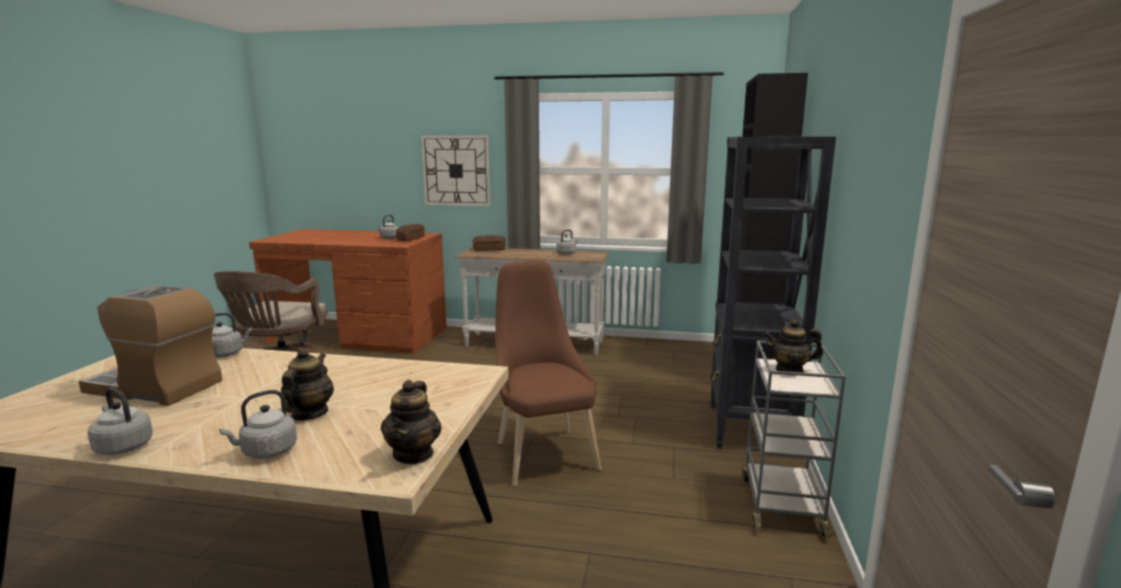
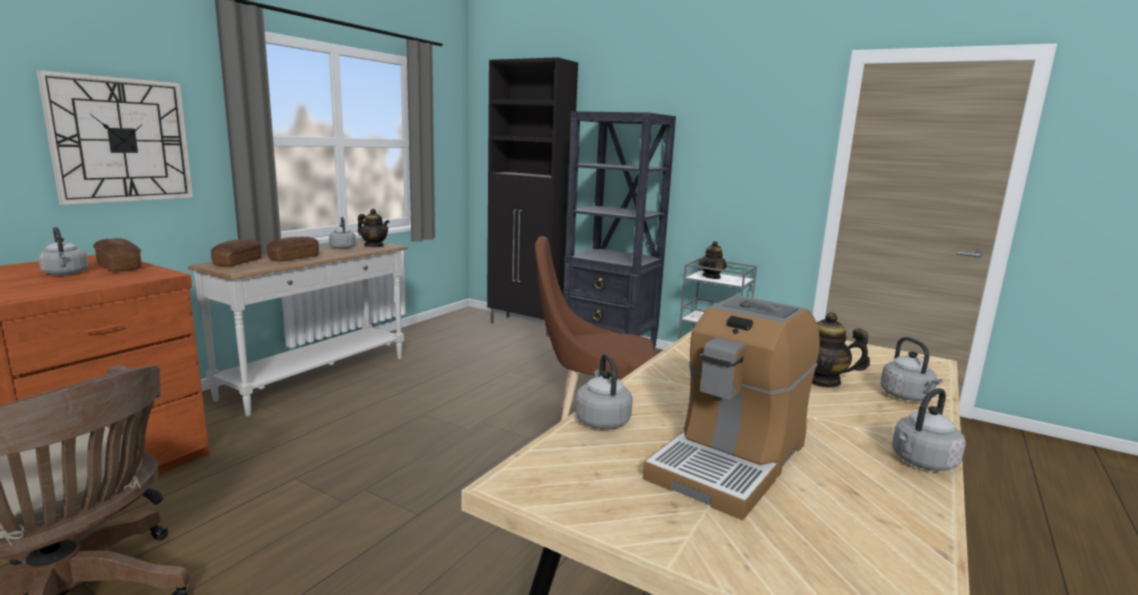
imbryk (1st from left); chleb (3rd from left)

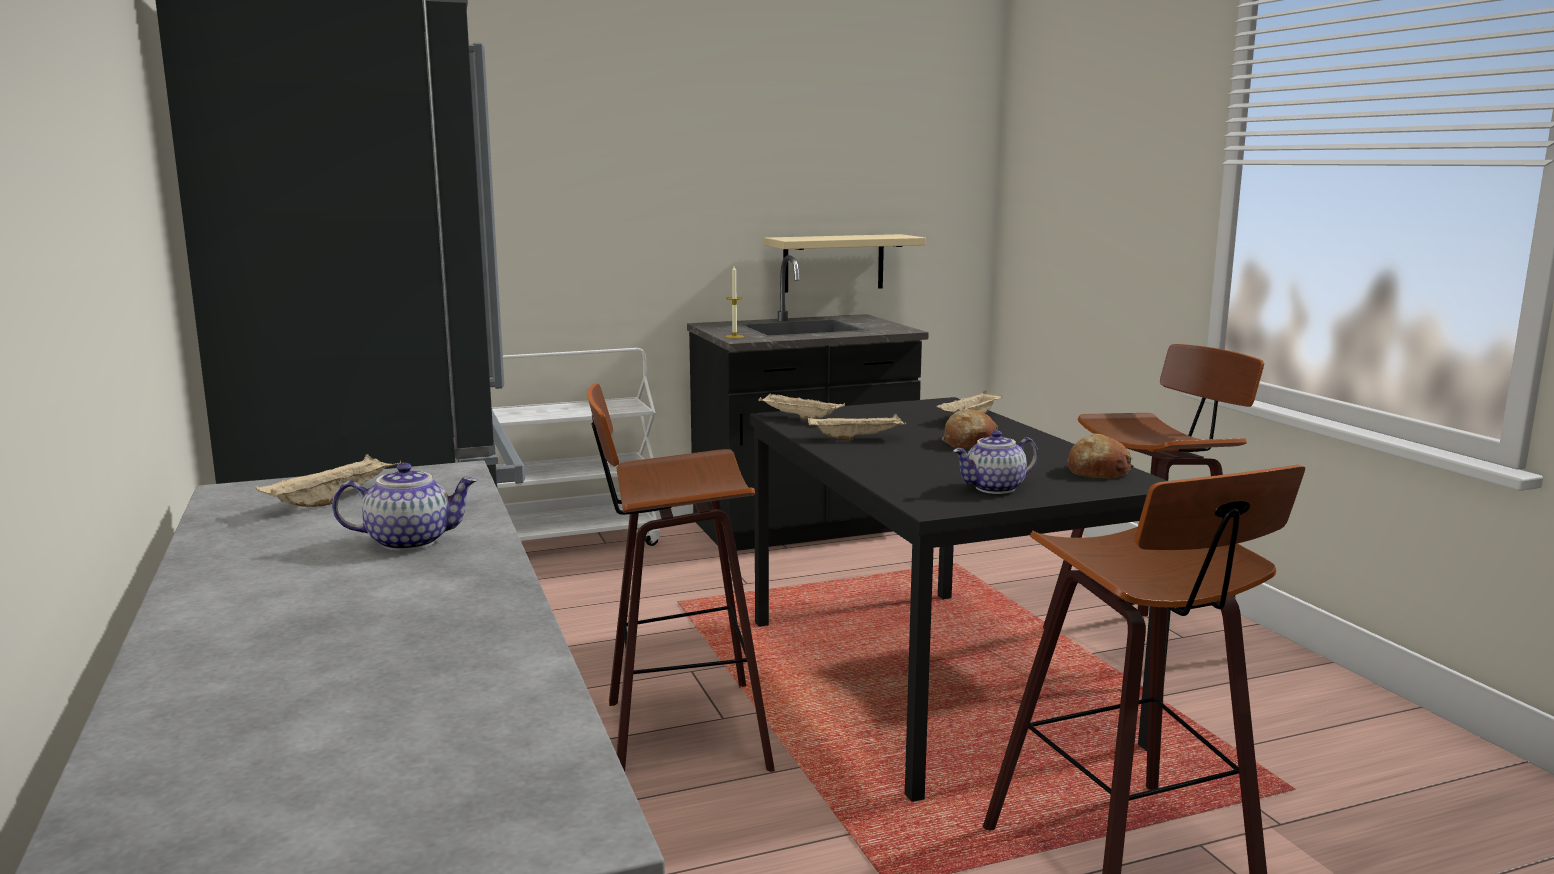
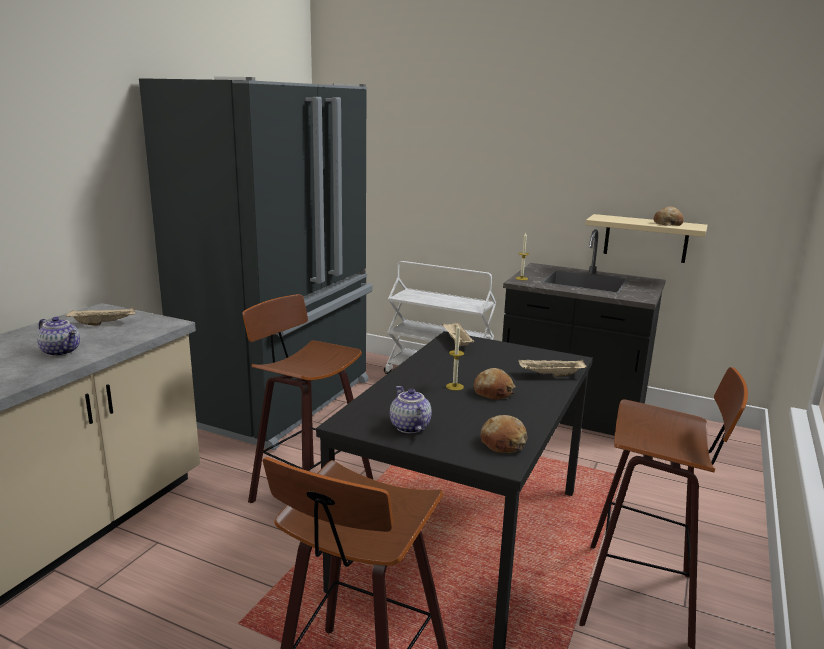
taca [beżowy] (3rd from left in the first image); imbryk (2nd from left); świeca (1st from left); chleb (3rd from left)

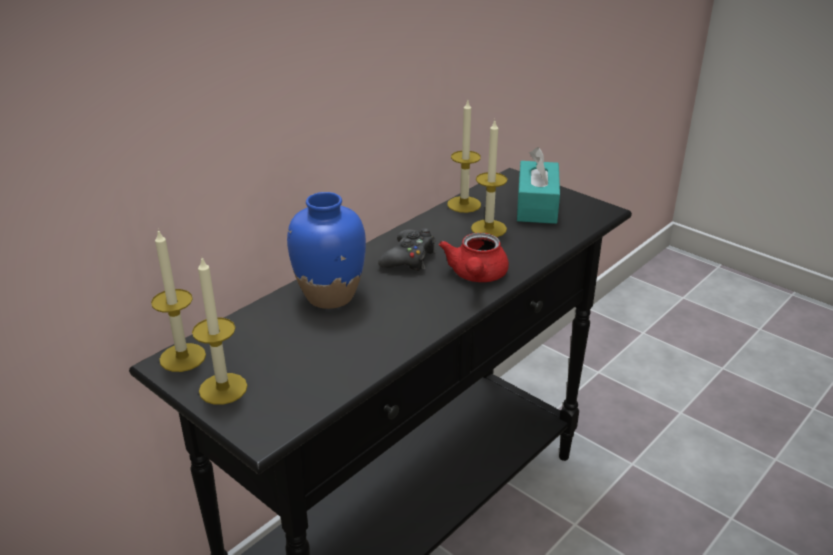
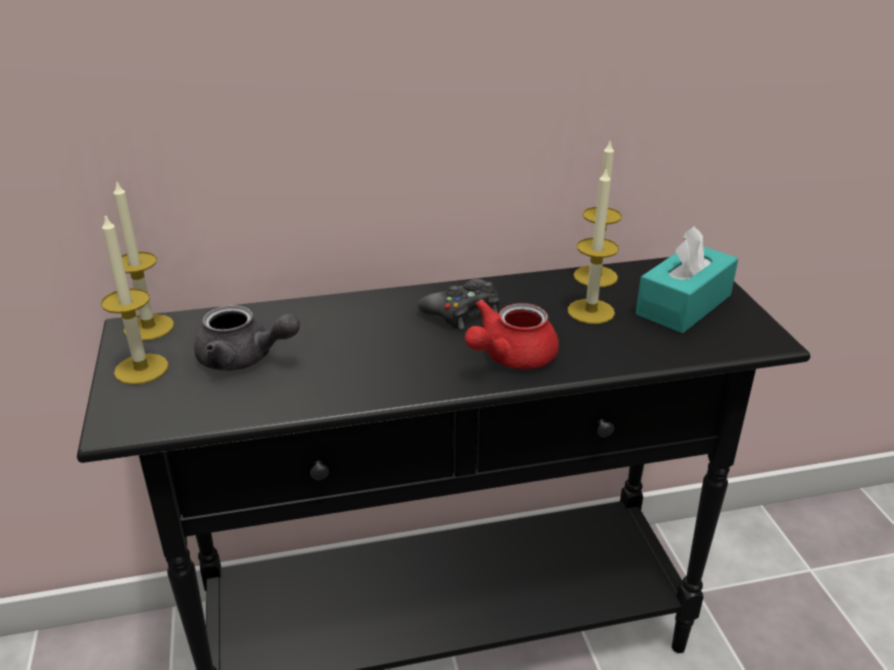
wazon [niebieski]; imbryk [szary]

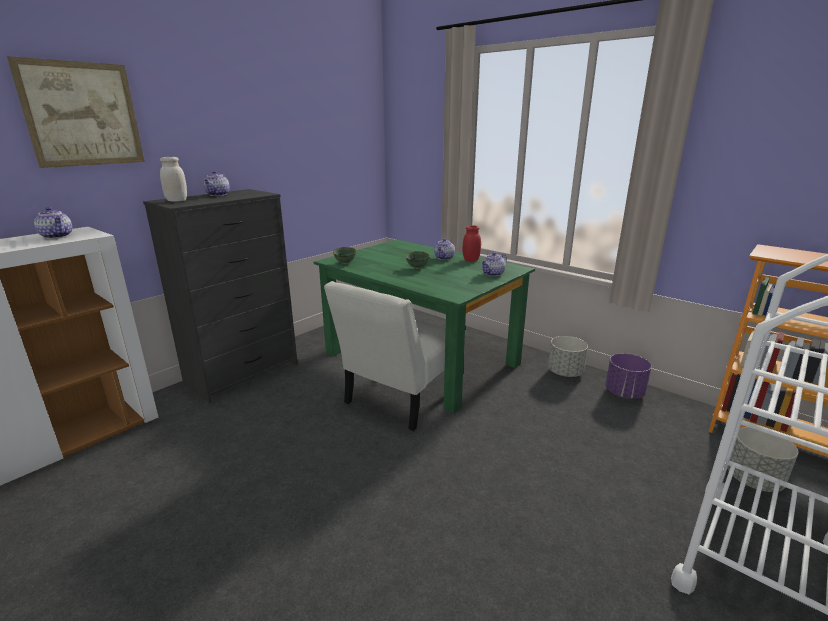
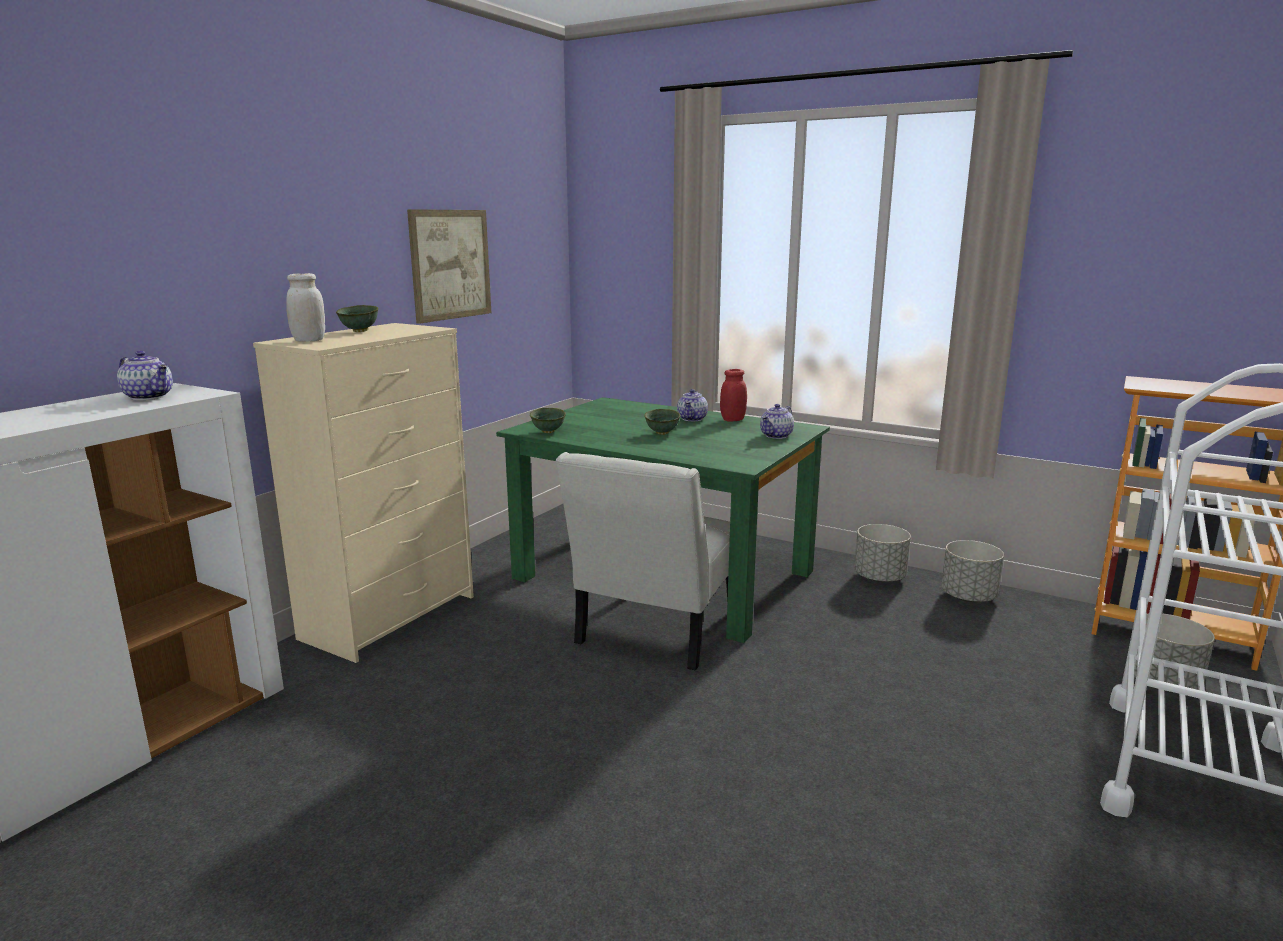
obraz; komoda [beżowy]; miska [zielony] (1st from left); donica [szary] (2nd from left)

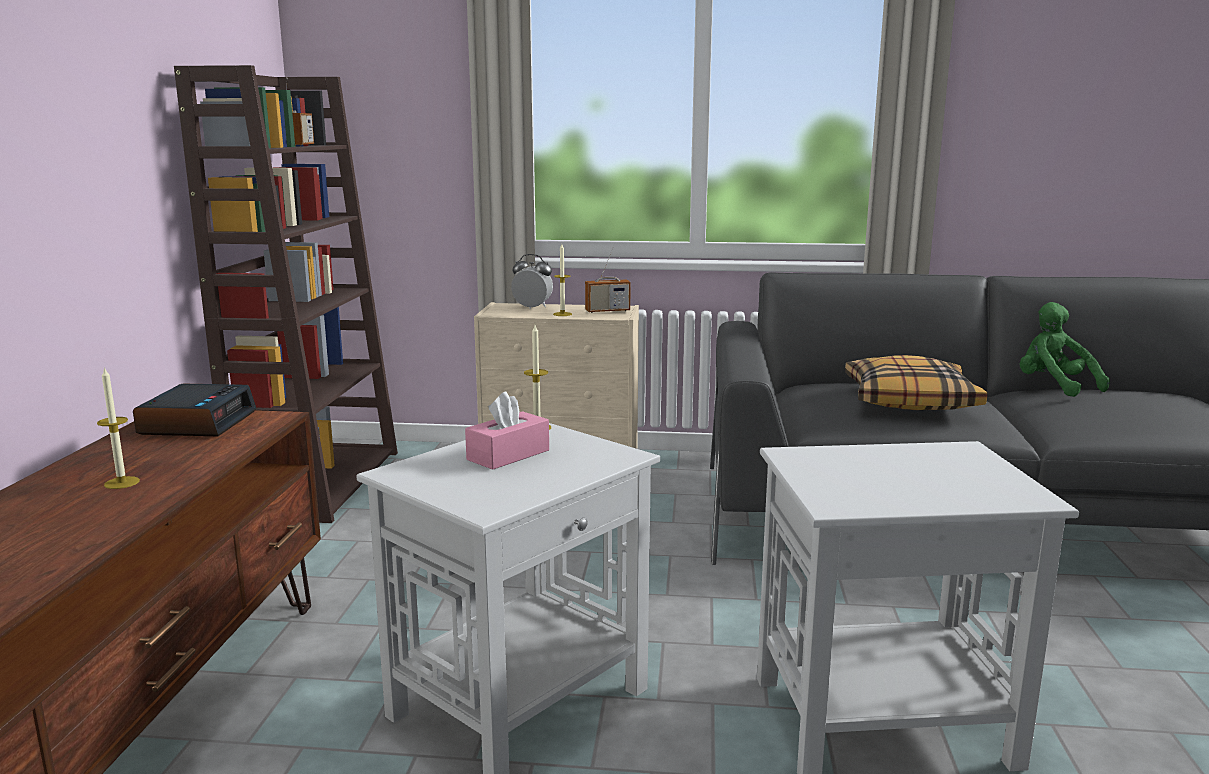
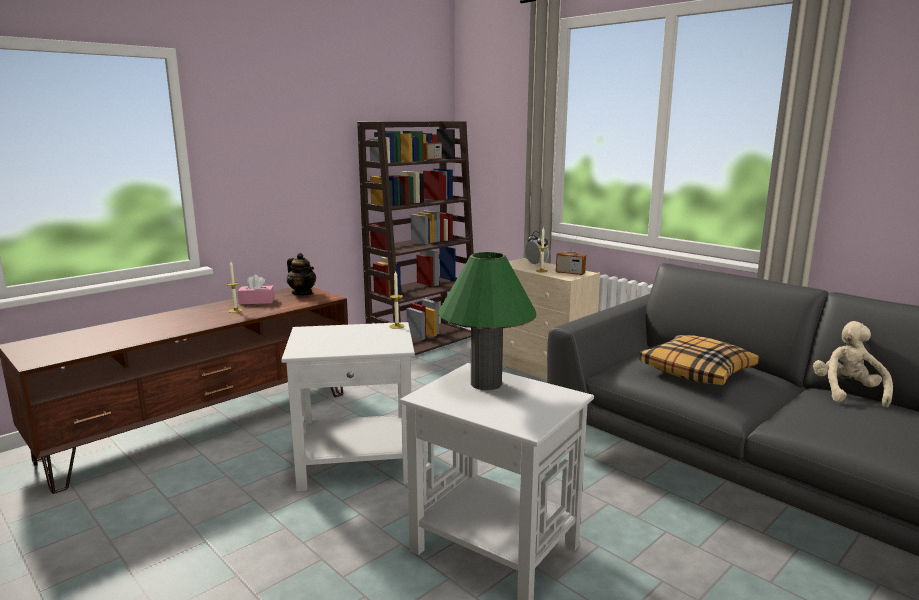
imbryk; pudełko chusteczek [różowy]; pluszak [beżowy]; lampa stołowa [zielony]

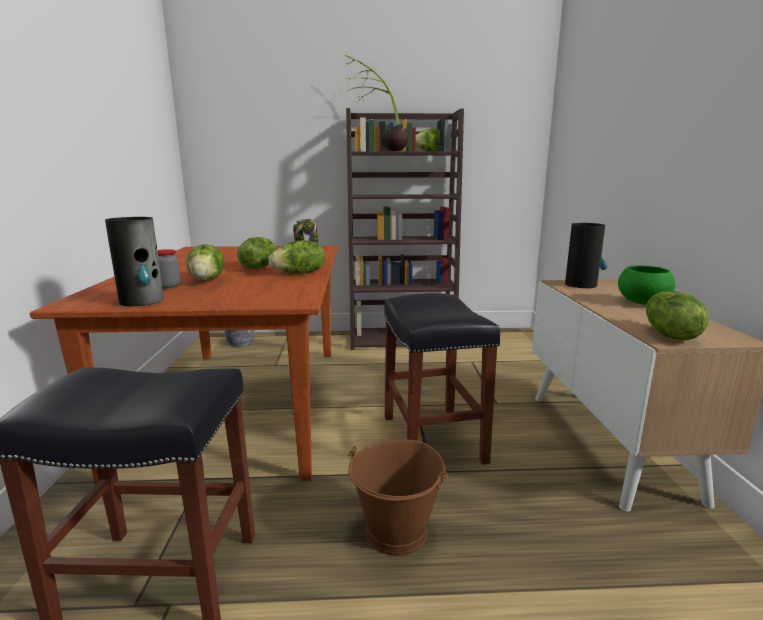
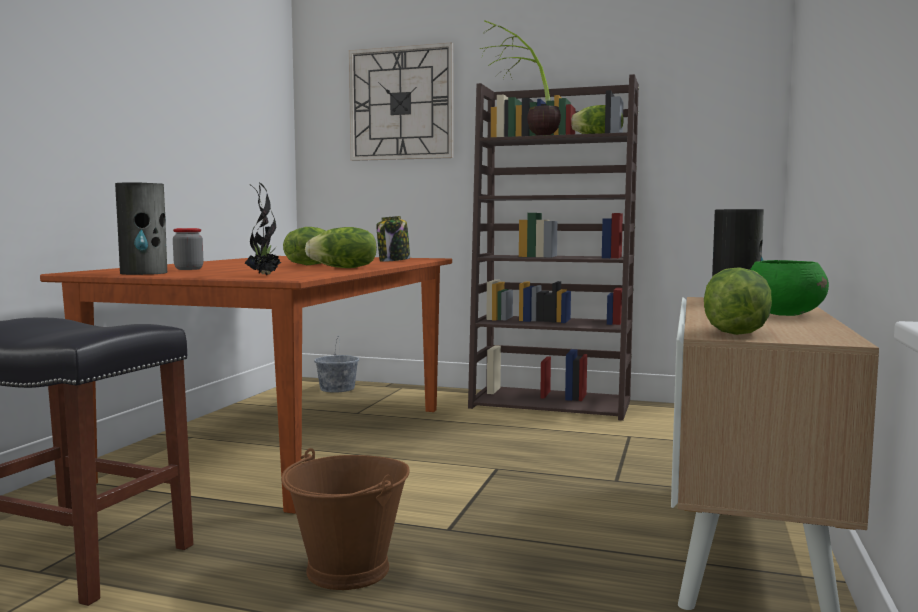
sałata (1st from left in the first image); stołek [czarny] (2nd from left in the first image); roślina doniczkowa (1st from left); zegar ścienny

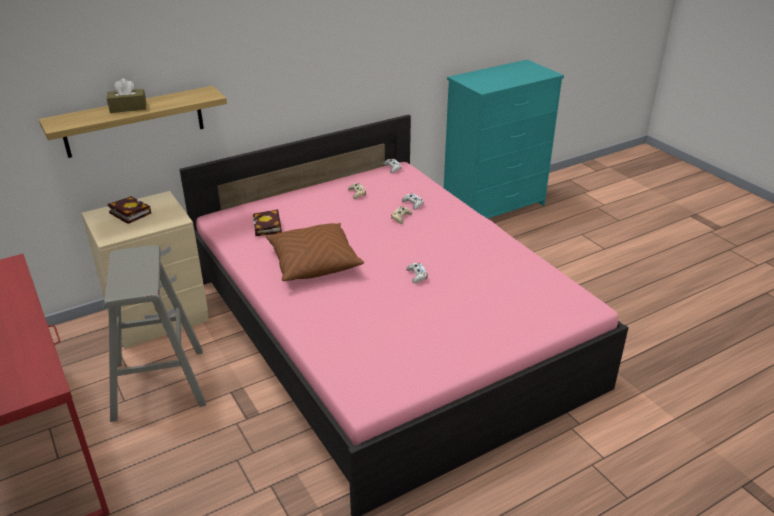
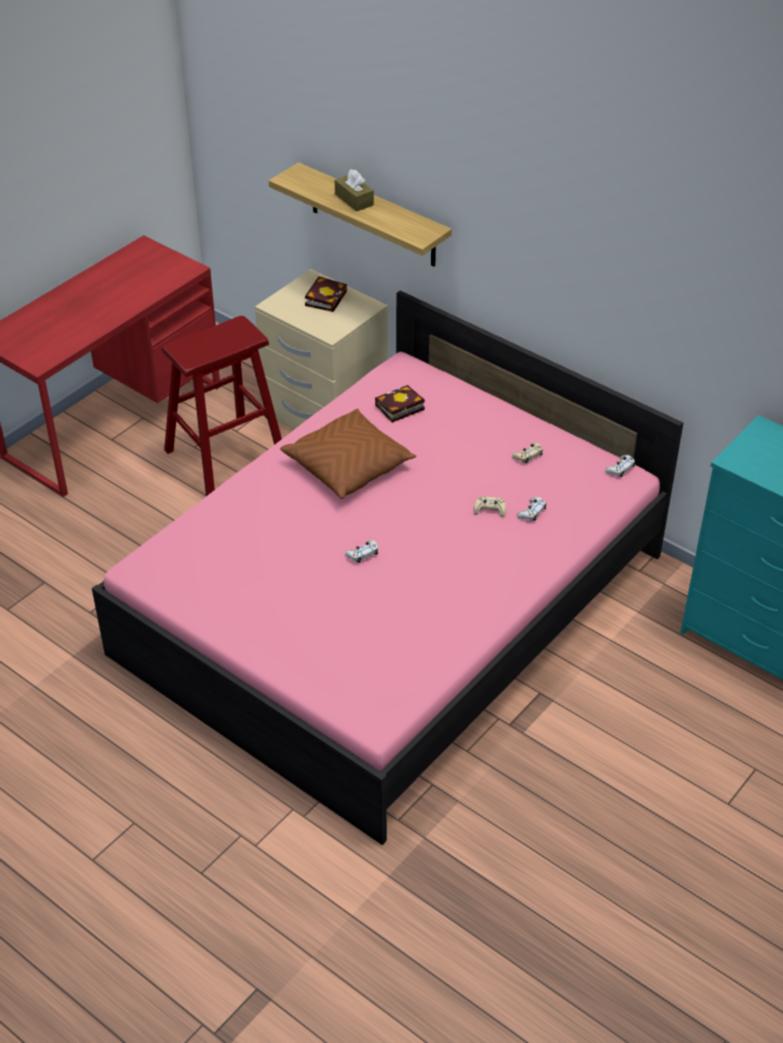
stołek [czerwony]

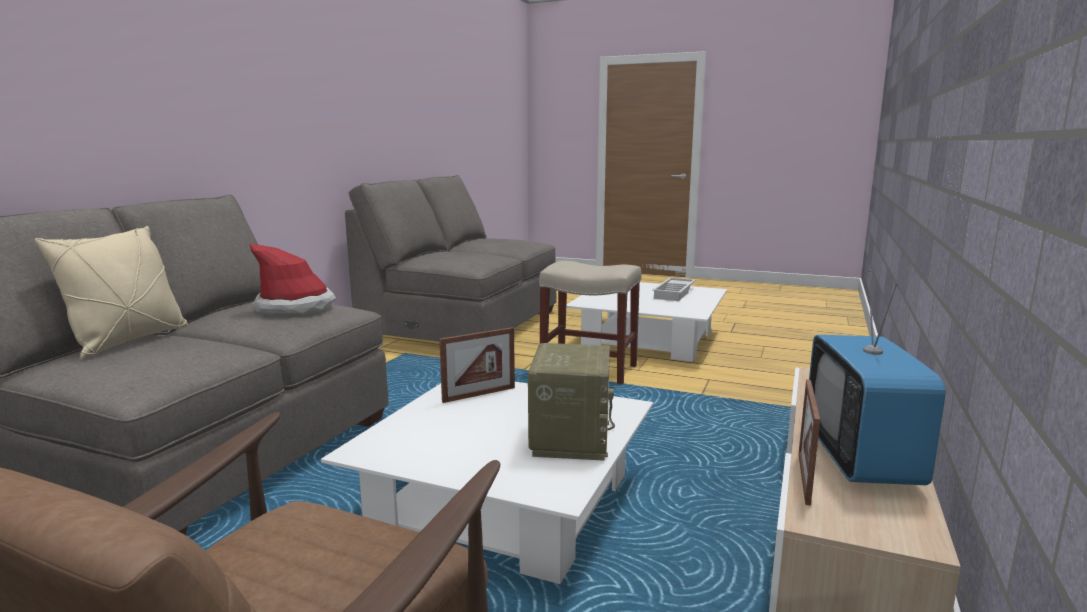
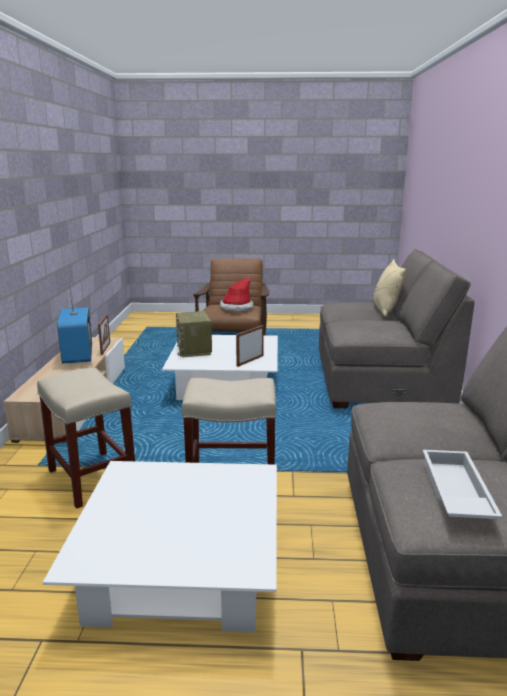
kapelusz; taca [biały]; stołek [beżowy] (1st from left)

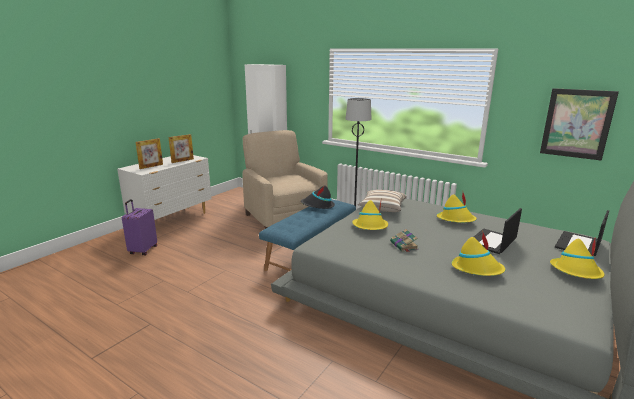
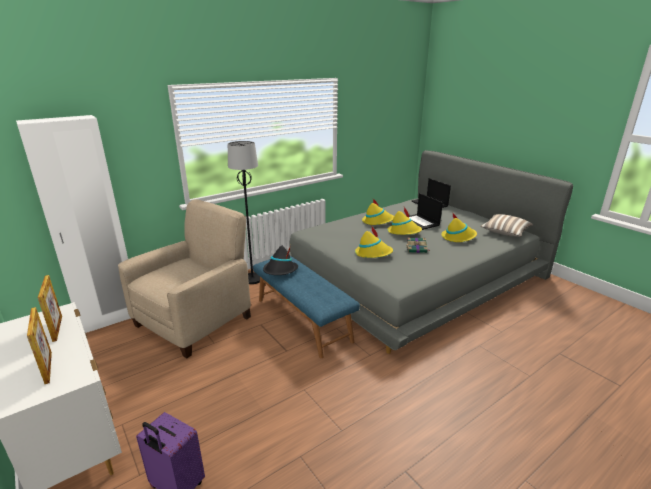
fotel [beżowy]; poduszka; obraz; kapelusz [żółty] (3rd from left)

